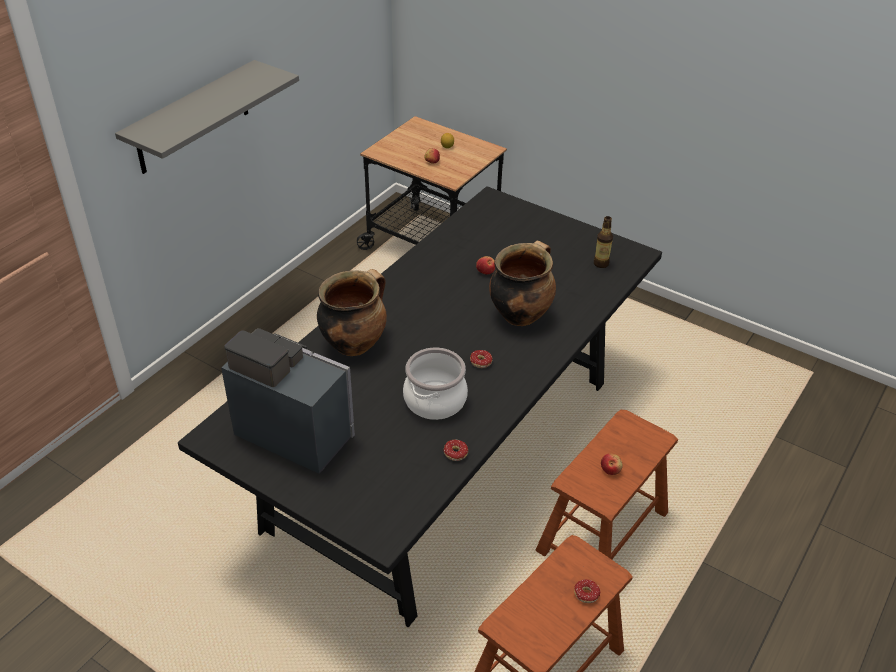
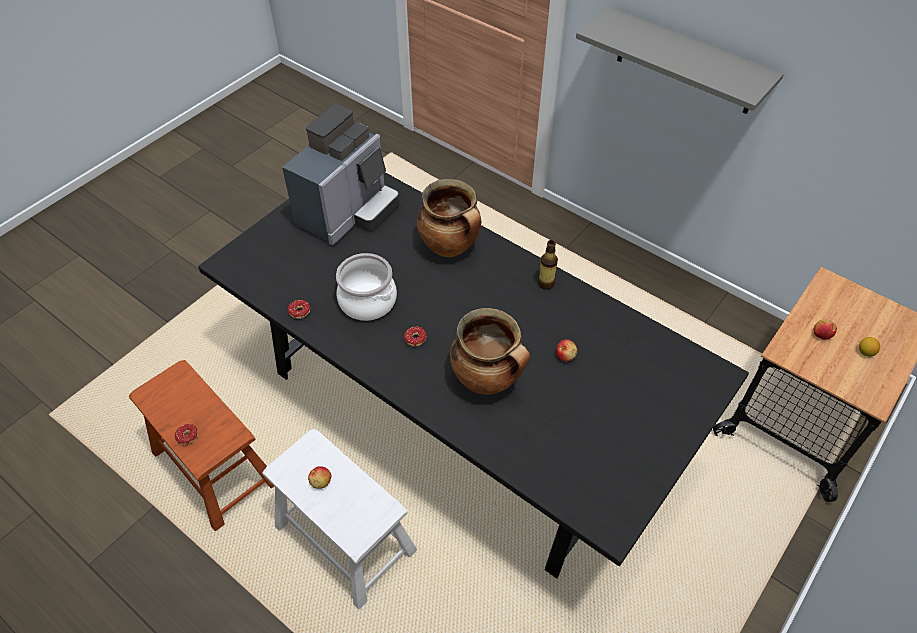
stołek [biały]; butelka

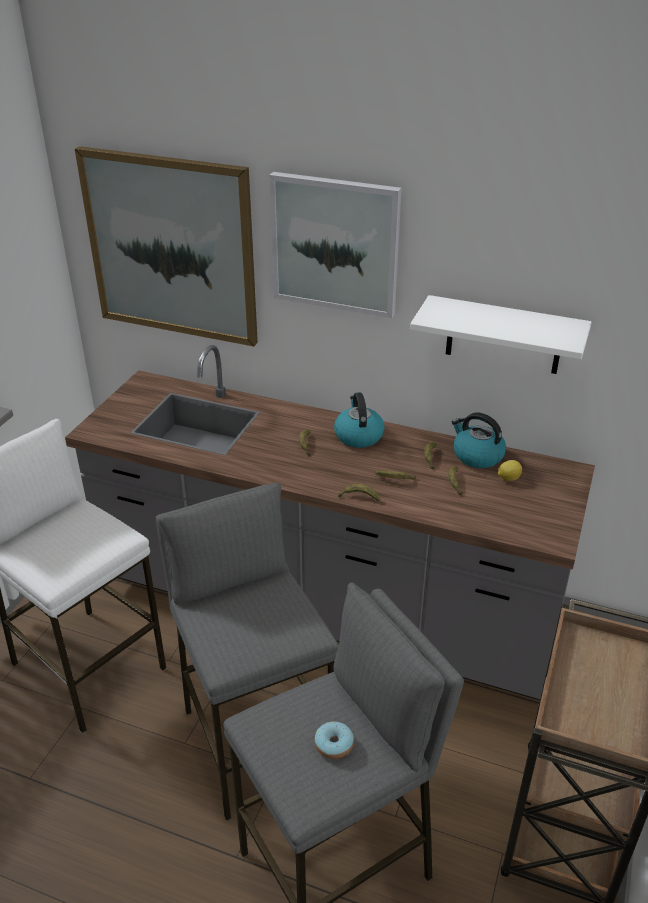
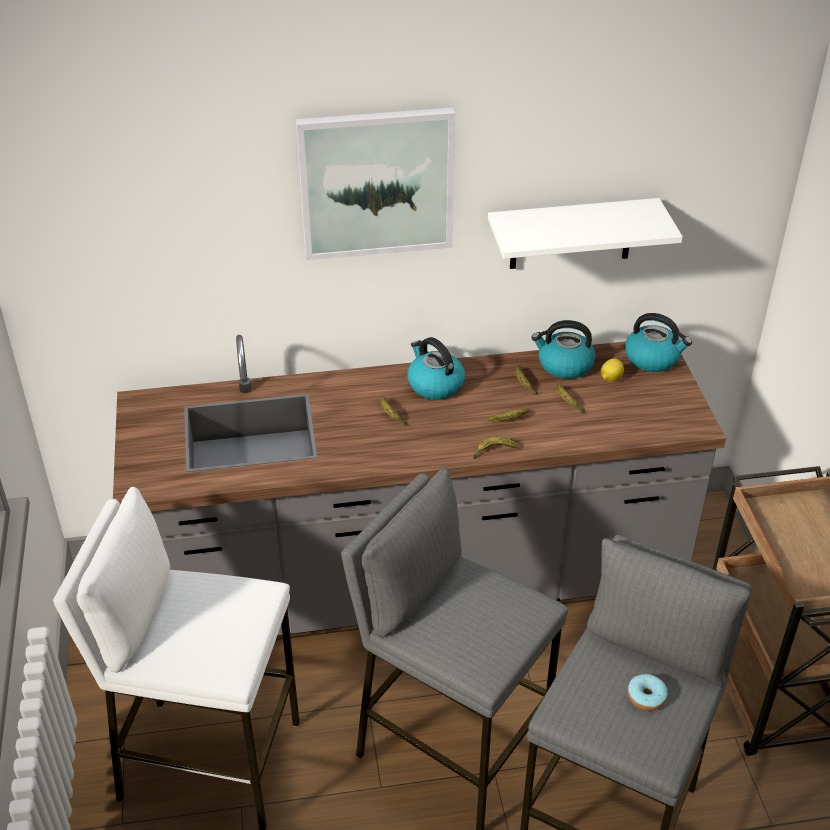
obraz (1st from left in the first image); czajnik (3rd from left)

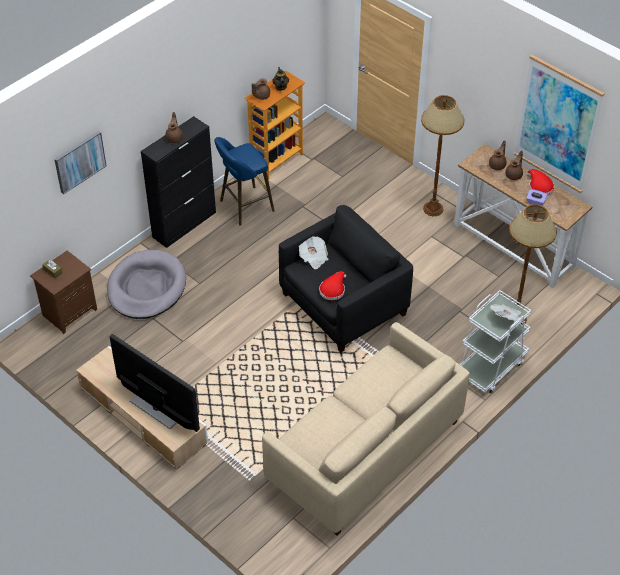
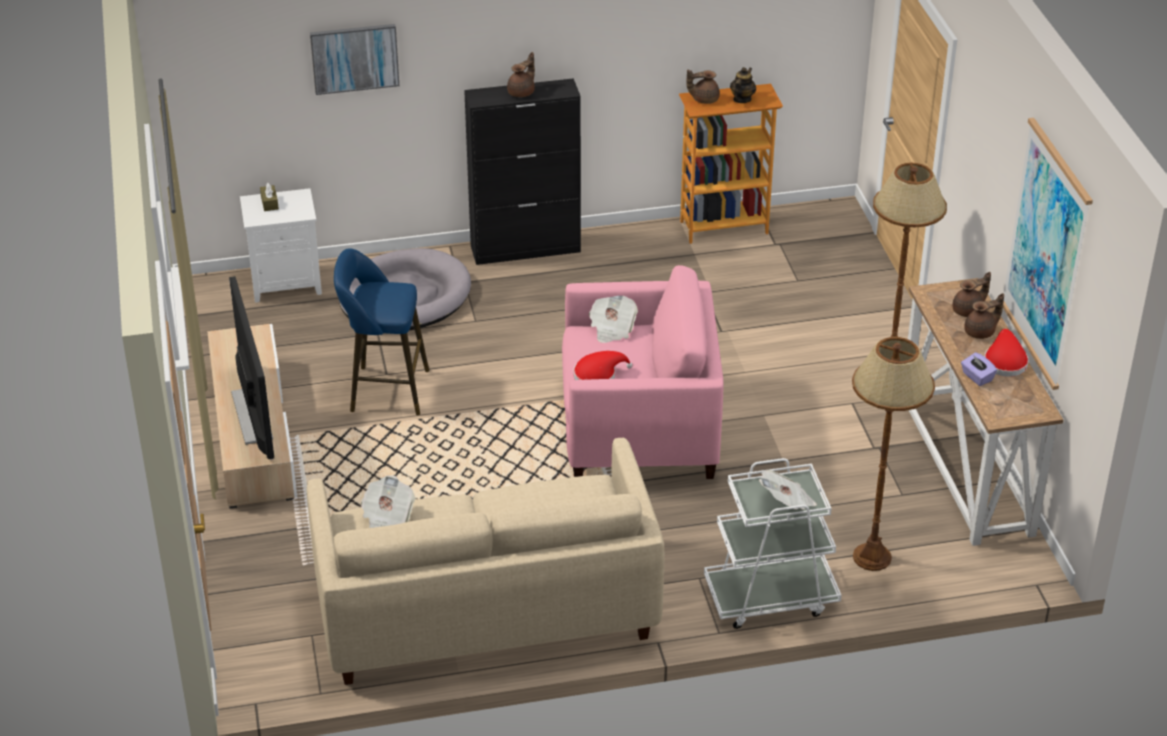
szafka nocna [biały]; stołek [niebieski]; fotel [różowy]; gazeta (1st from left)

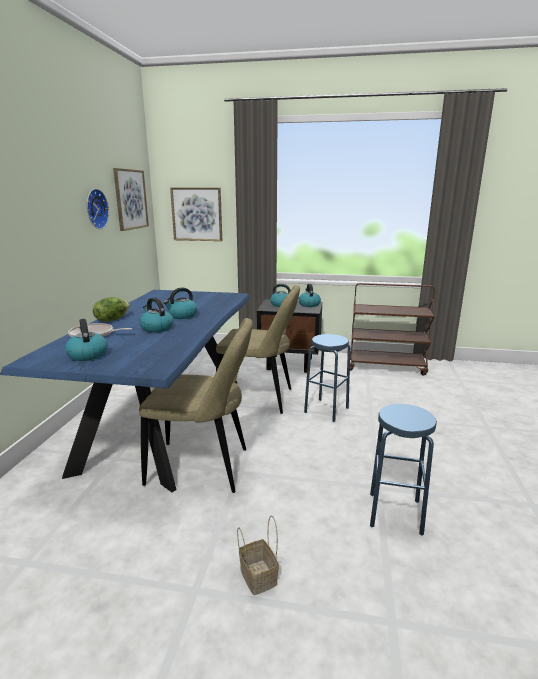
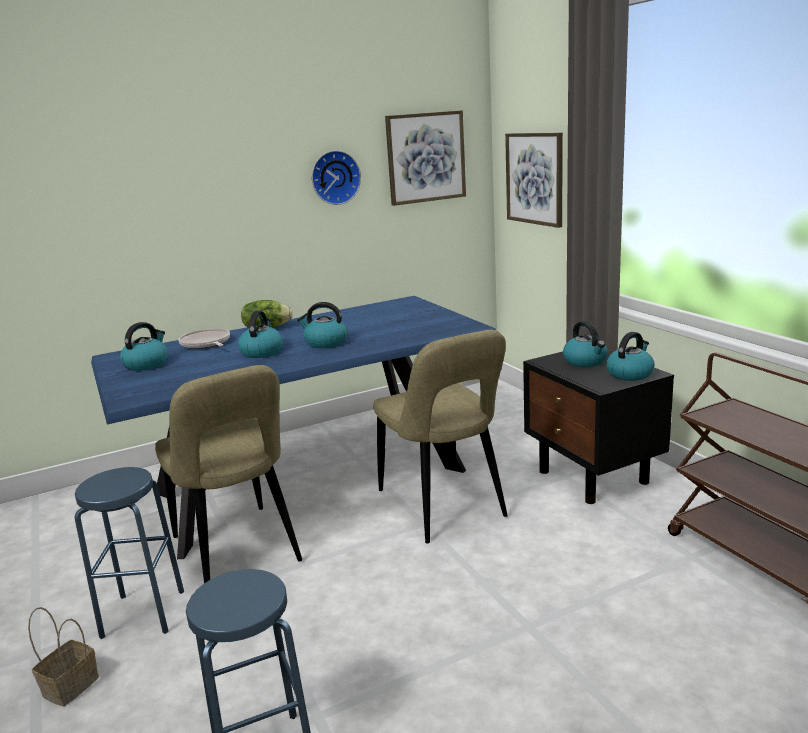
stołek [niebieski] (1st from left)

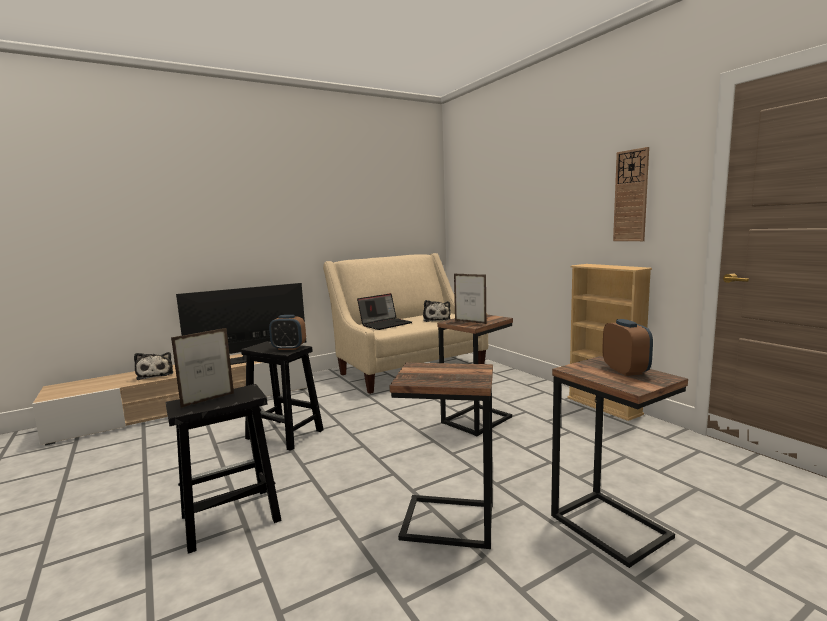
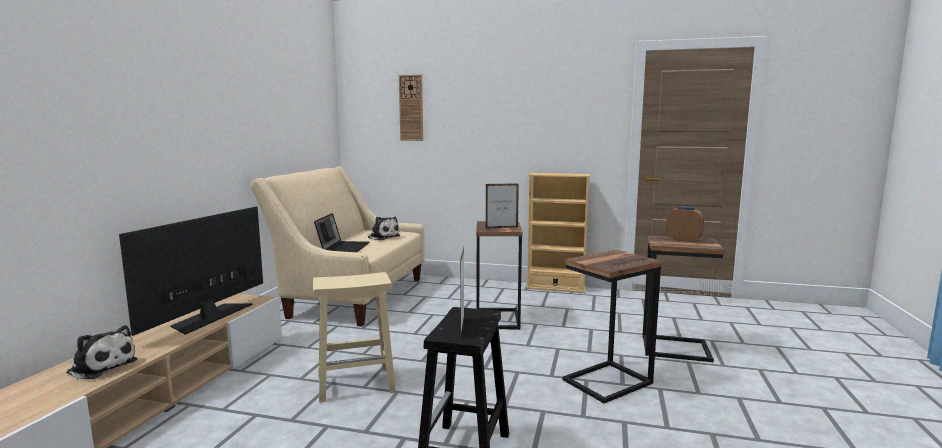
stołek [beżowy]; budzik (1st from left in the first image); zegar ścienny

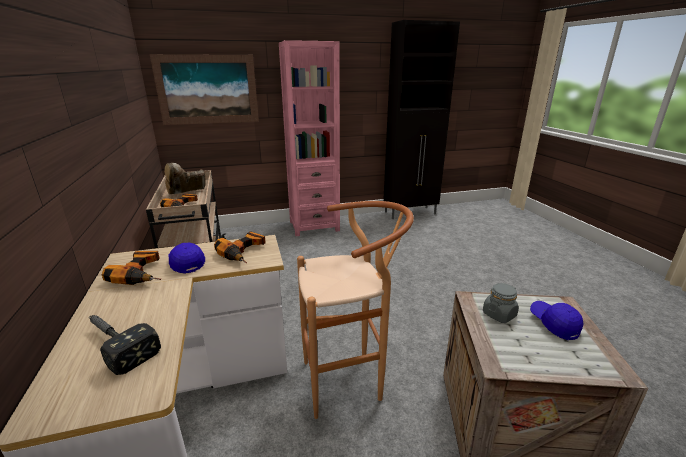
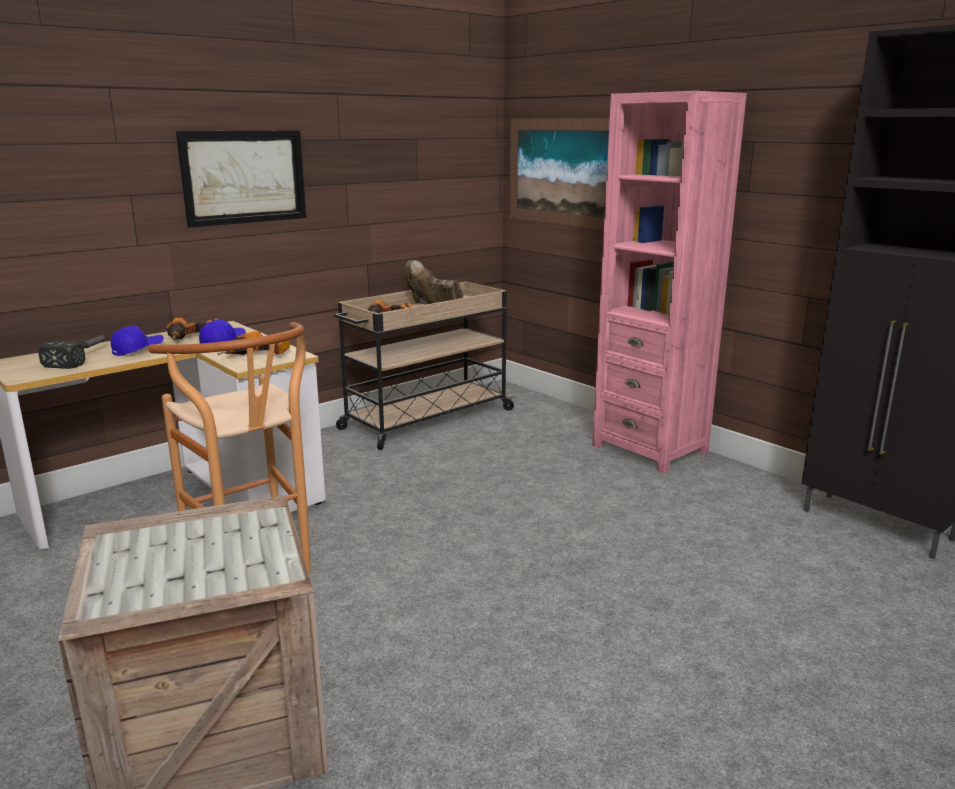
słoik [szary]; czapka z daszkiem [niebieski] (1st from left); obraz (1st from left)

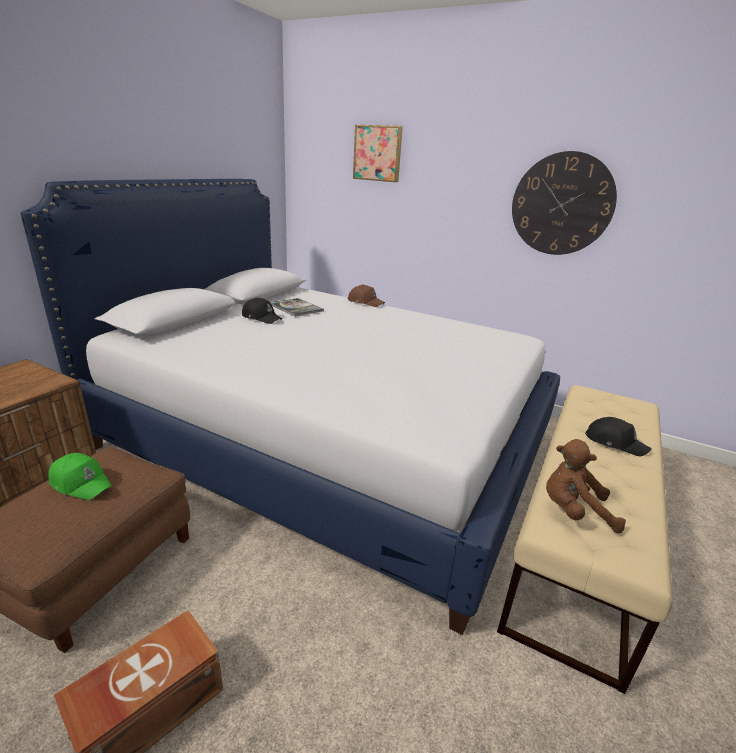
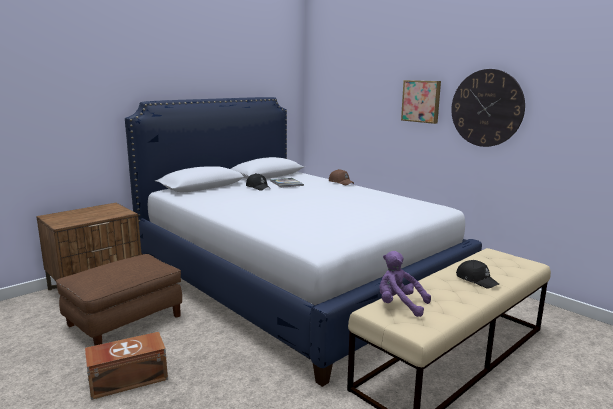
czapka z daszkiem [zielony]; obraz; pluszak [fioletowy]

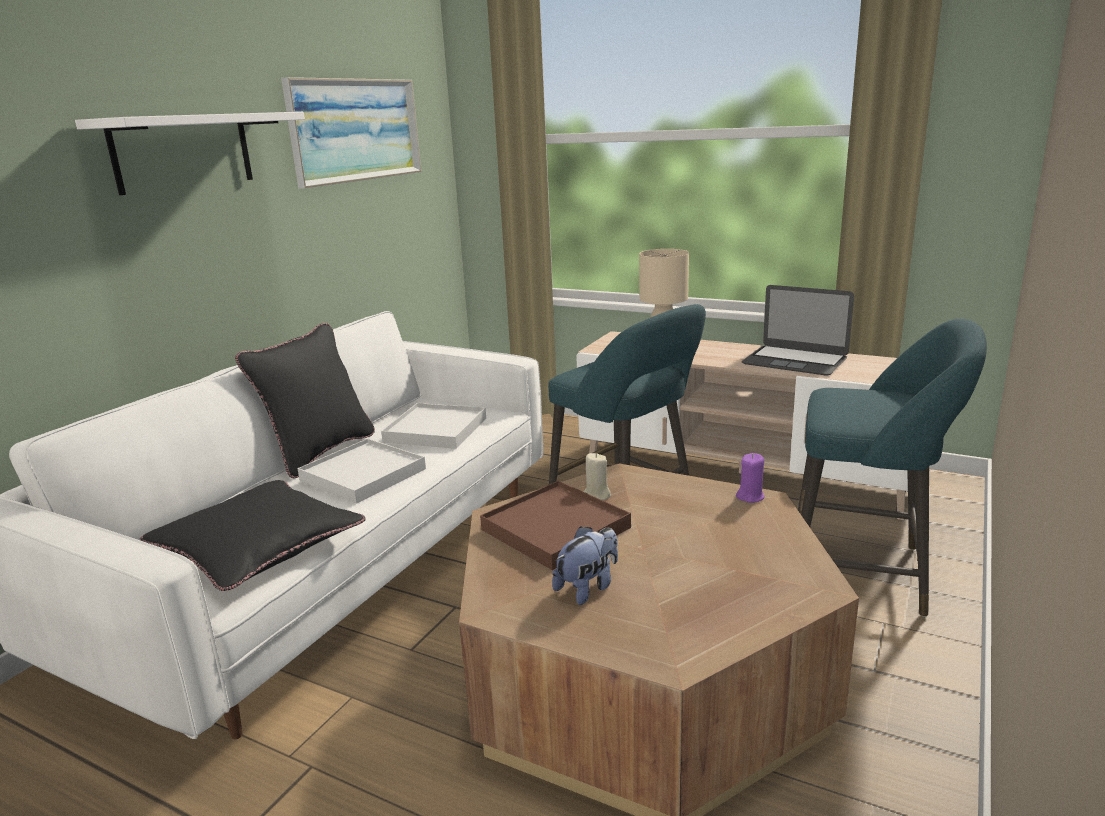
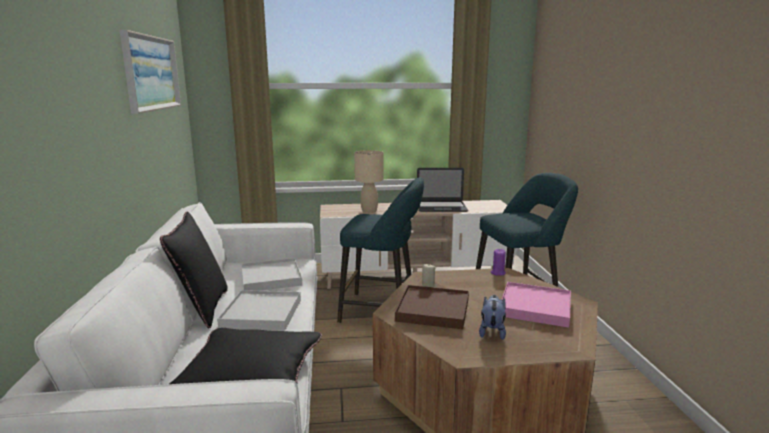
półka [biały]; taca [różowy]

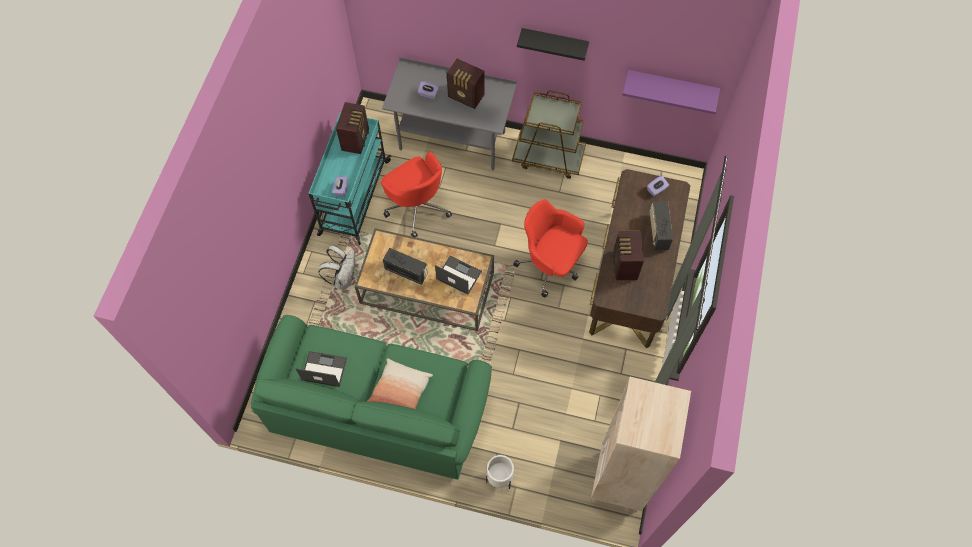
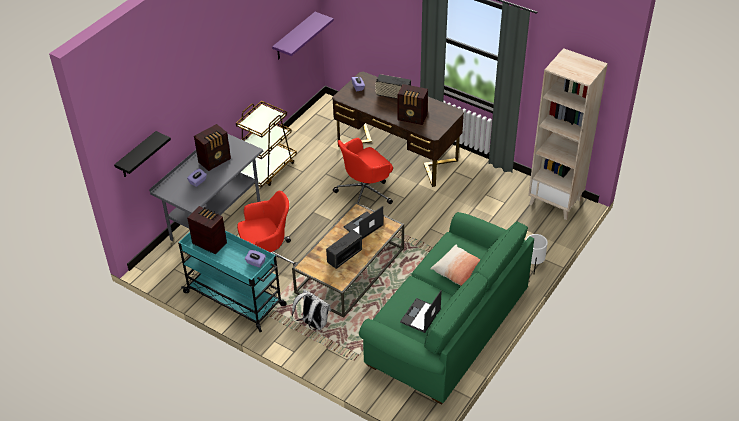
półka [czarny]

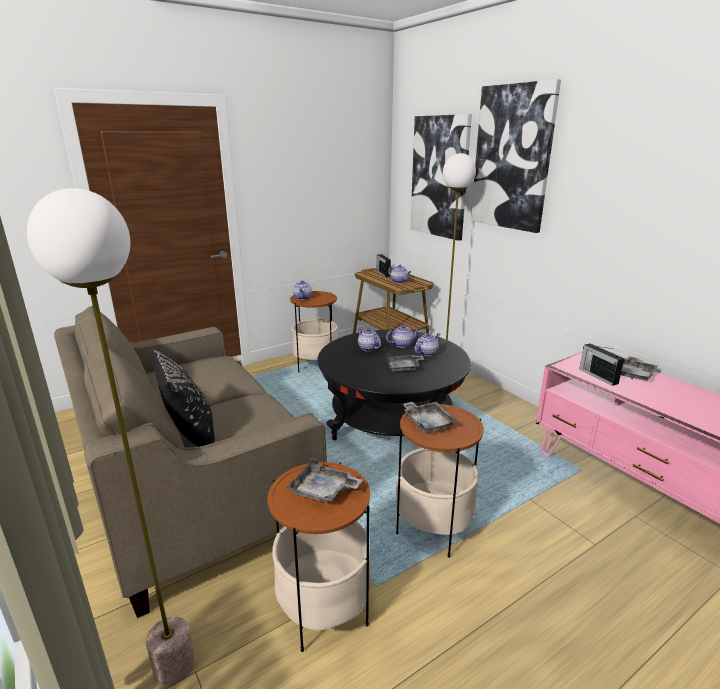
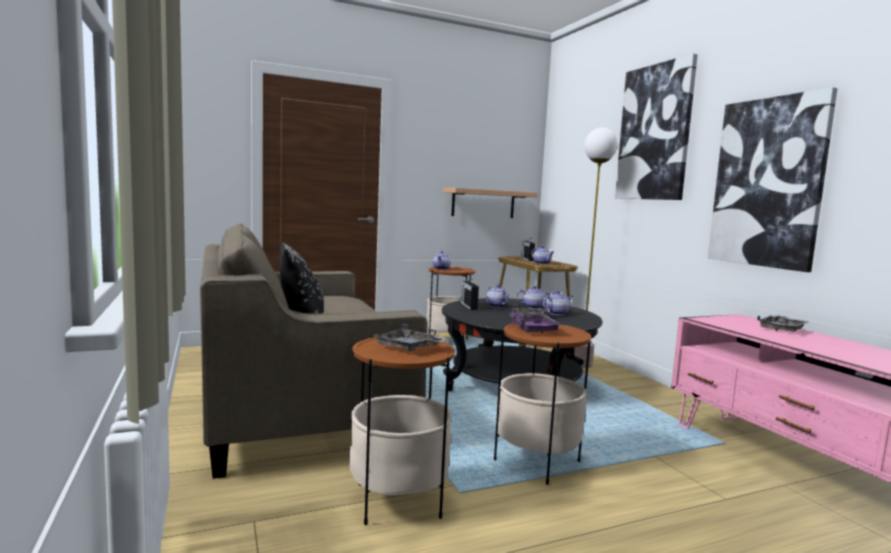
lampa stojąca (1st from left in the first image); taca [fioletowy]; obraz (2nd from left); radio (1st from left); półka

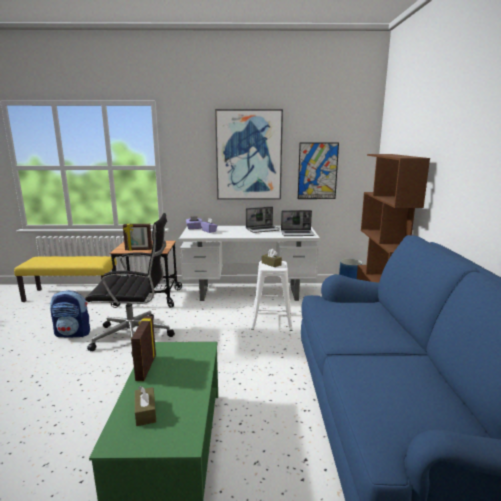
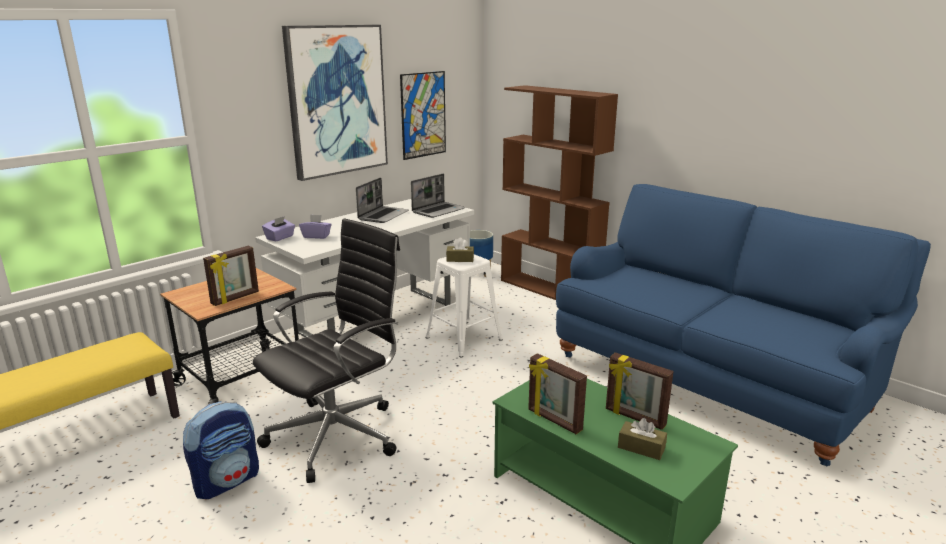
ramka na zdjęcie (3rd from left)

